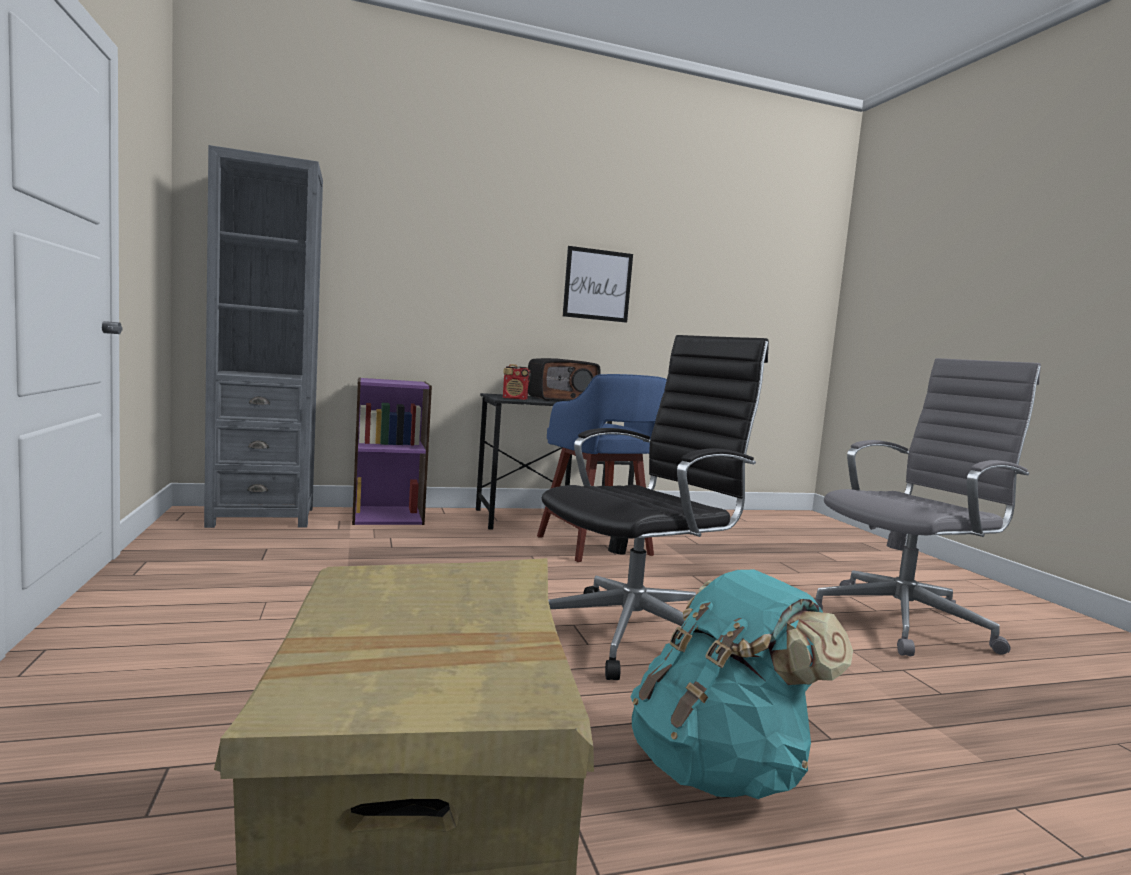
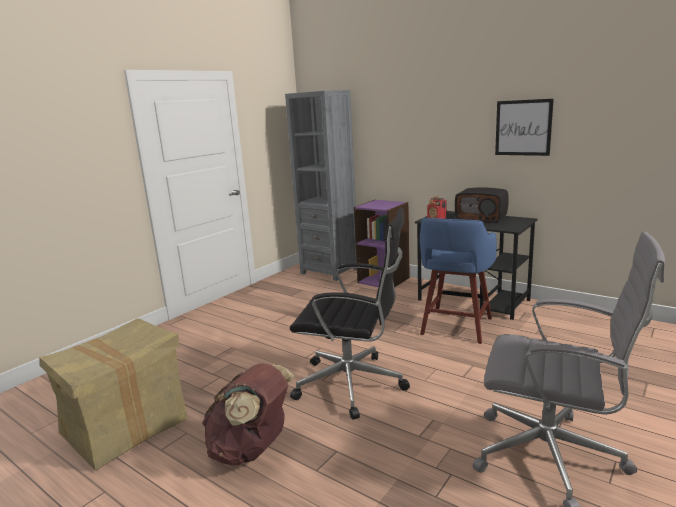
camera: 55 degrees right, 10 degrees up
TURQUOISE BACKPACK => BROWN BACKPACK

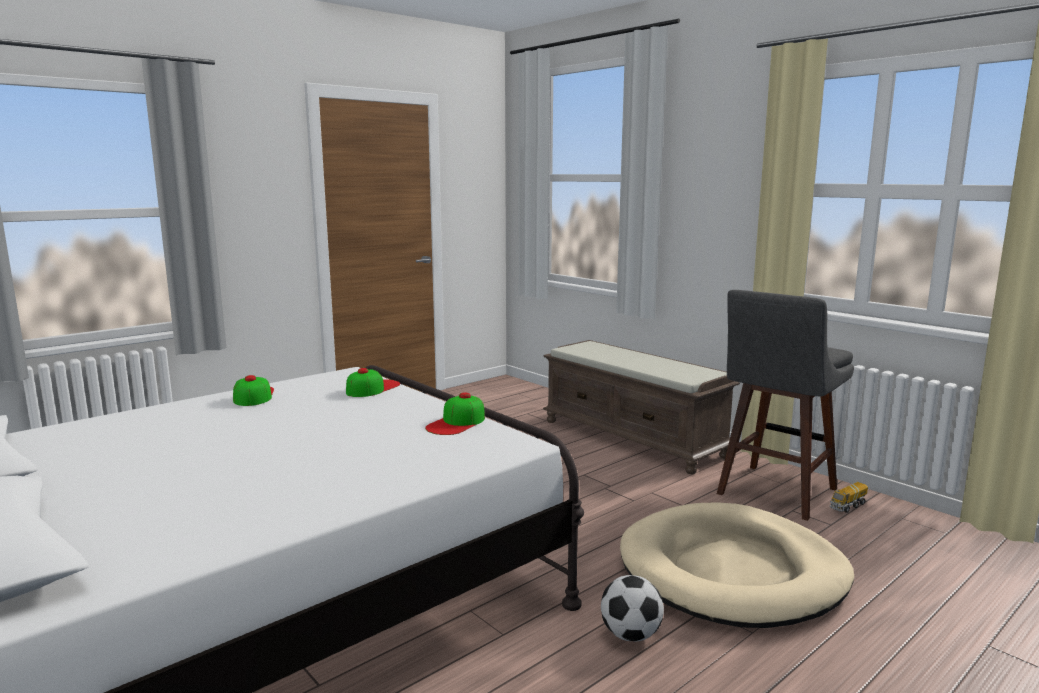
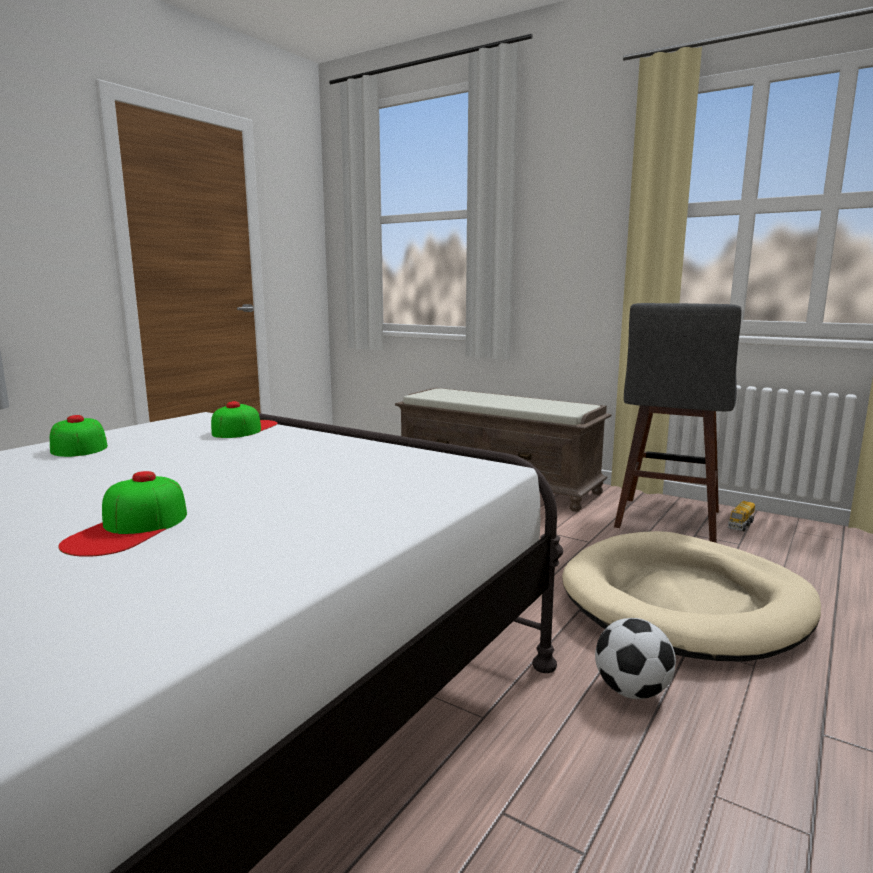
camera: 15 degrees left, 0 degrees up
CAP (3rd from left in the first image) => CAP (2nd from left), move

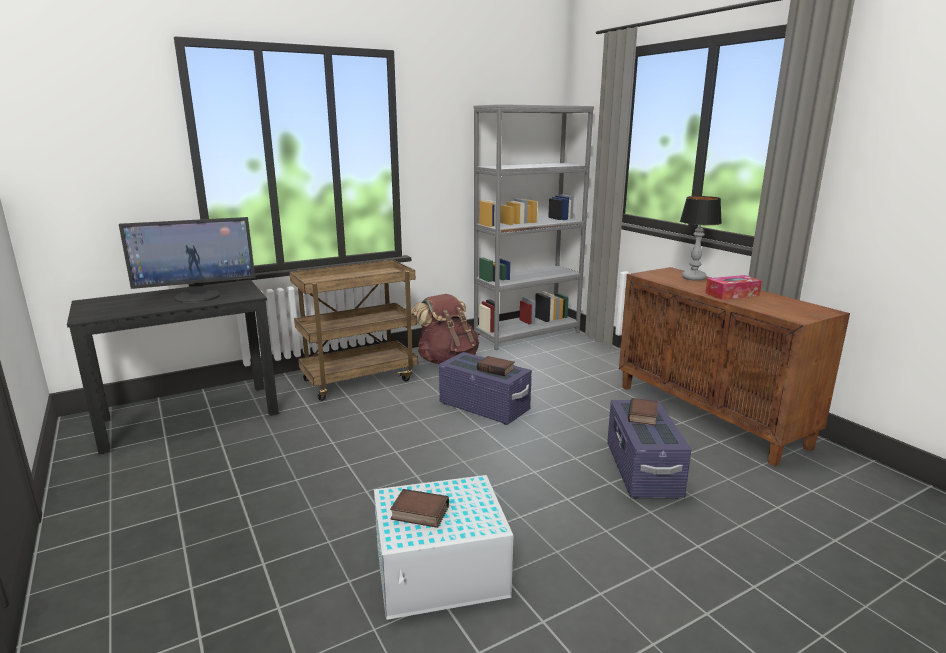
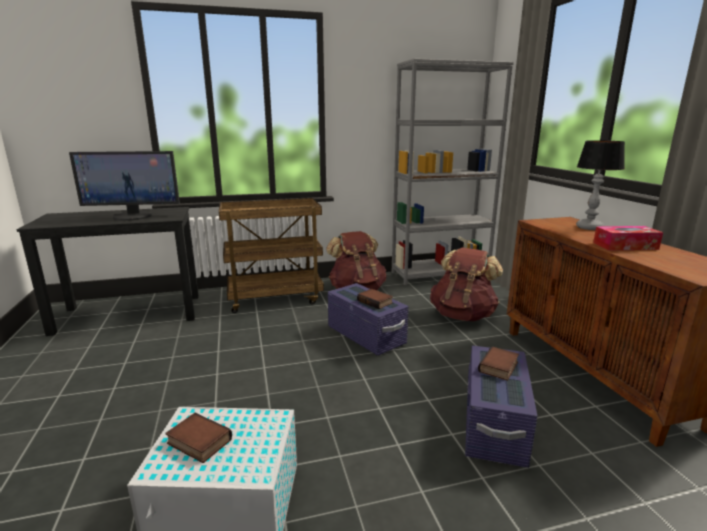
camera: 15 degrees right, 0 degrees up
nothing => BROWN BACKPACK (2nd from left)

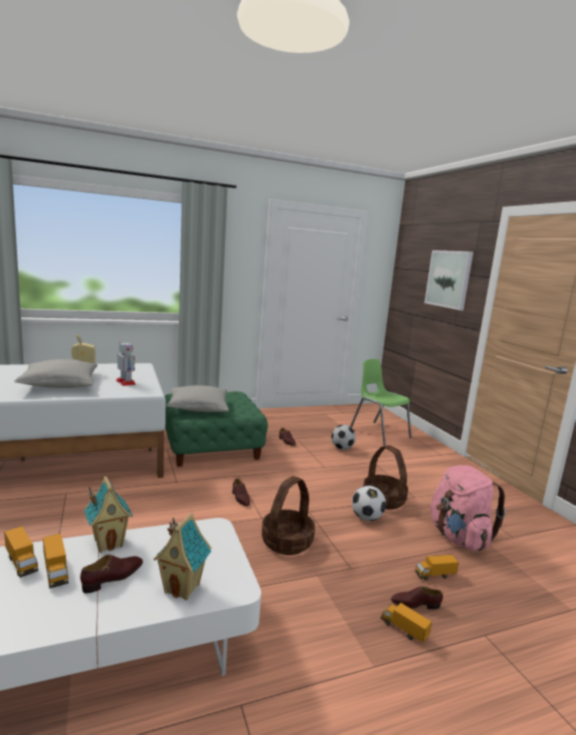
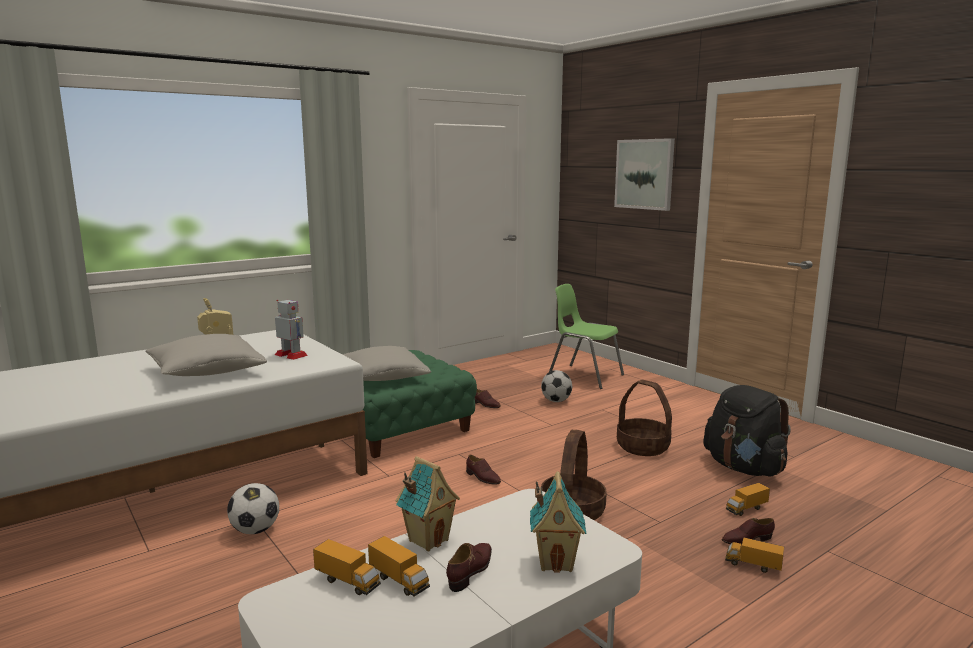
camera: 15 degrees left, 0 degrees up
FOOTBALL (2nd from left in the first image) => FOOTBALL (1st from left), move
PINK BACKPACK => BLACK BACKPACK

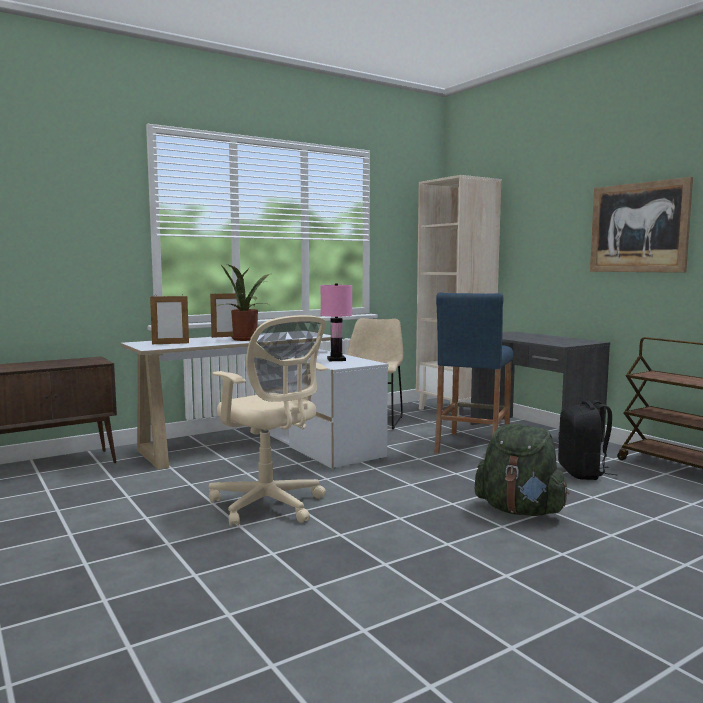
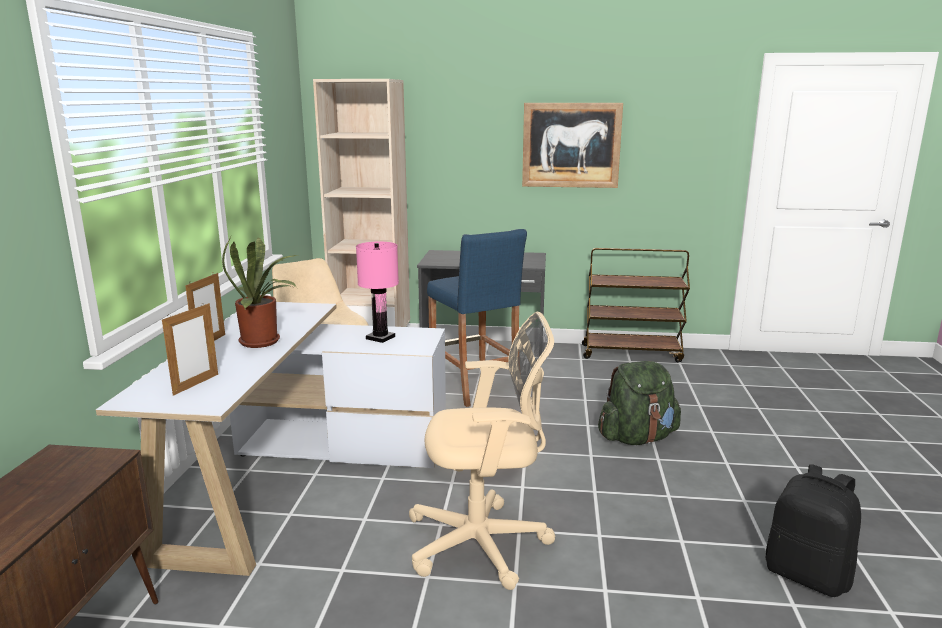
camera: 50 degrees left, 10 degrees up
BLACK BACKPACK, move

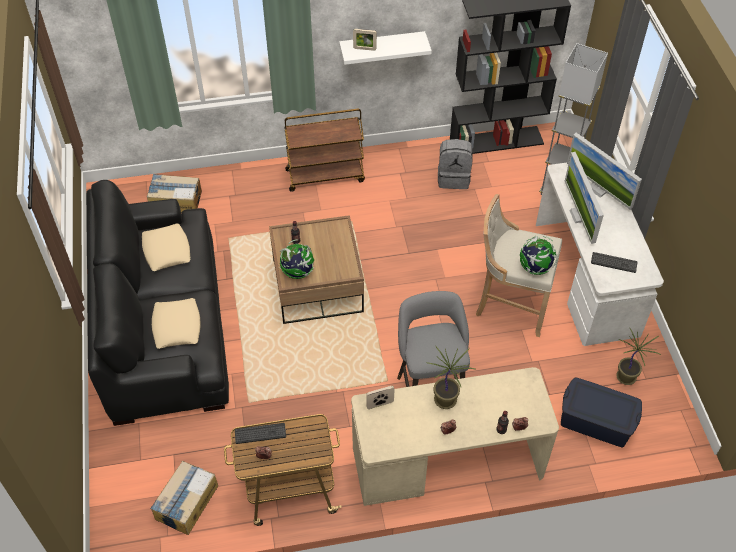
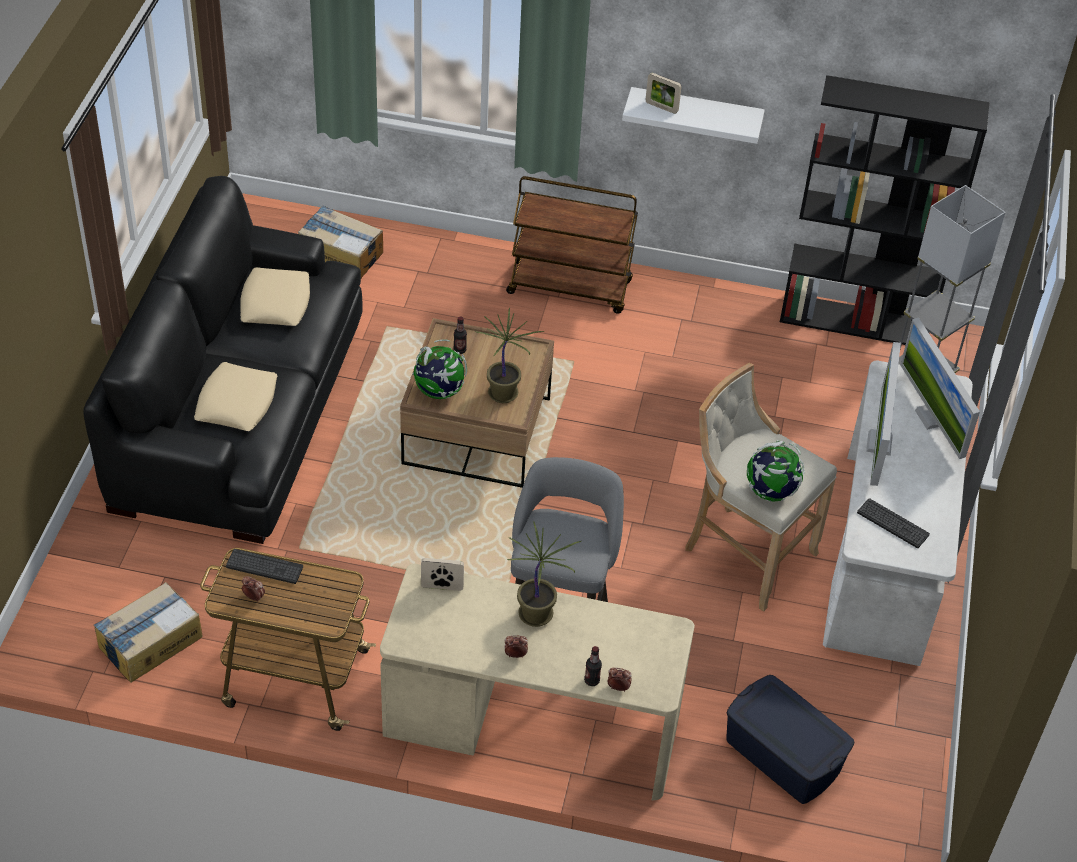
camera: 20 degrees right, 5 degrees down
POTTED PLANT (2nd from left in the first image) => POTTED PLANT (1st from left), move
GREY BACKPACK => nothing

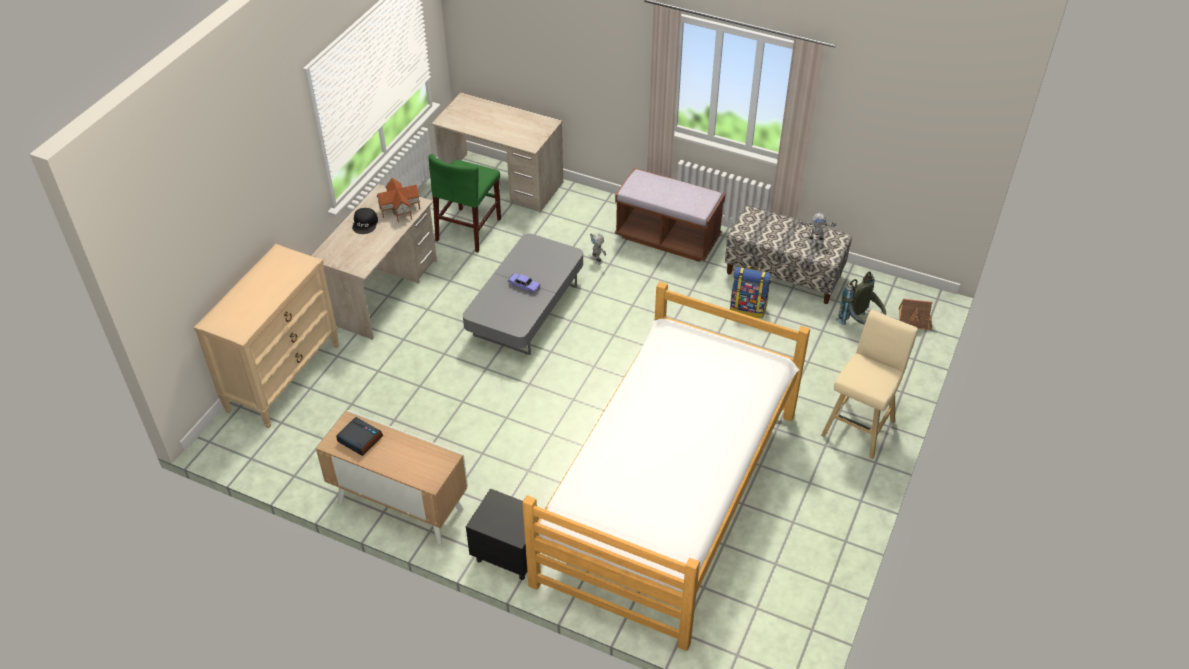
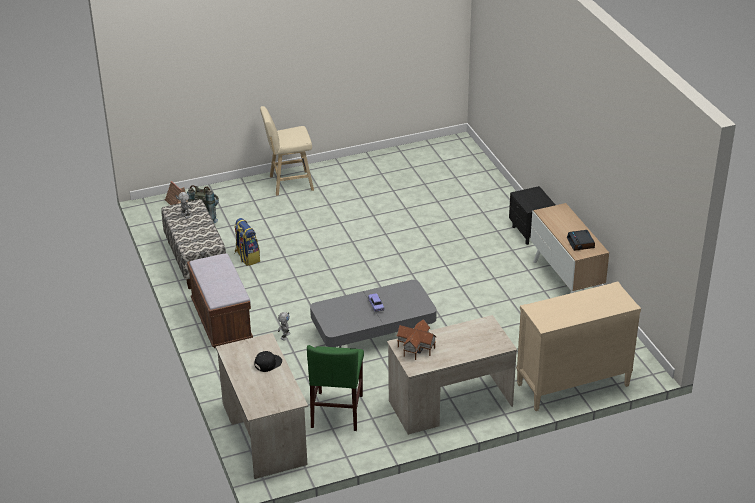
camera: 135 degrees left, 10 degrees down
BLACK CAP, move
GREEN CHAIR, 120 degrees clockwise
BED => nothing

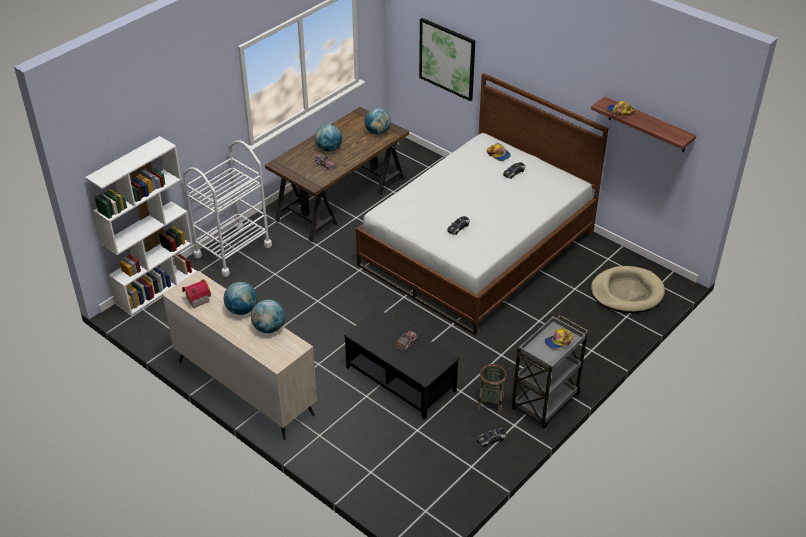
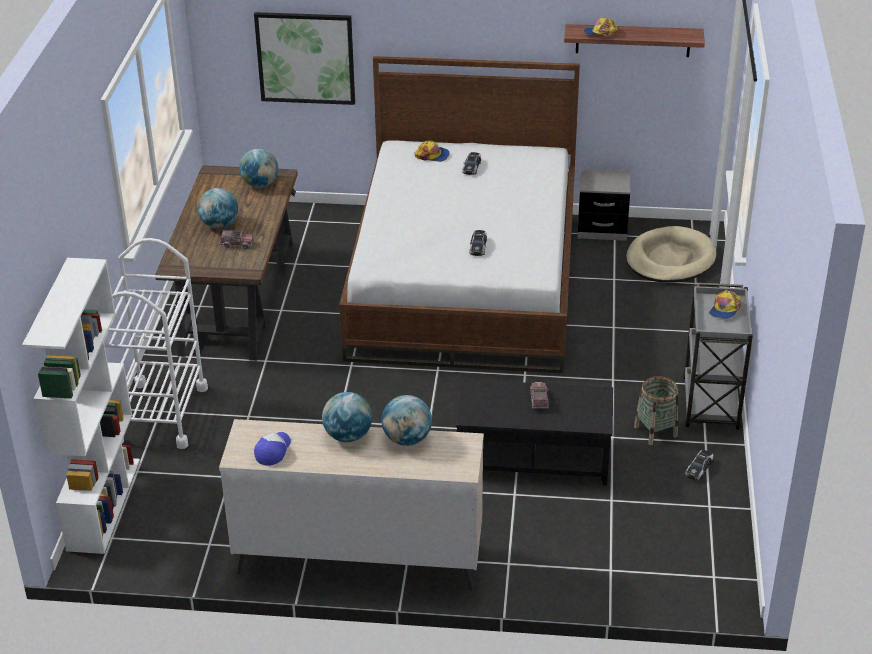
camera: 35 degrees left, 5 degrees down
TOY HOUSE => CAP (1st from left)
nothing => GREY NIGHTSTAND

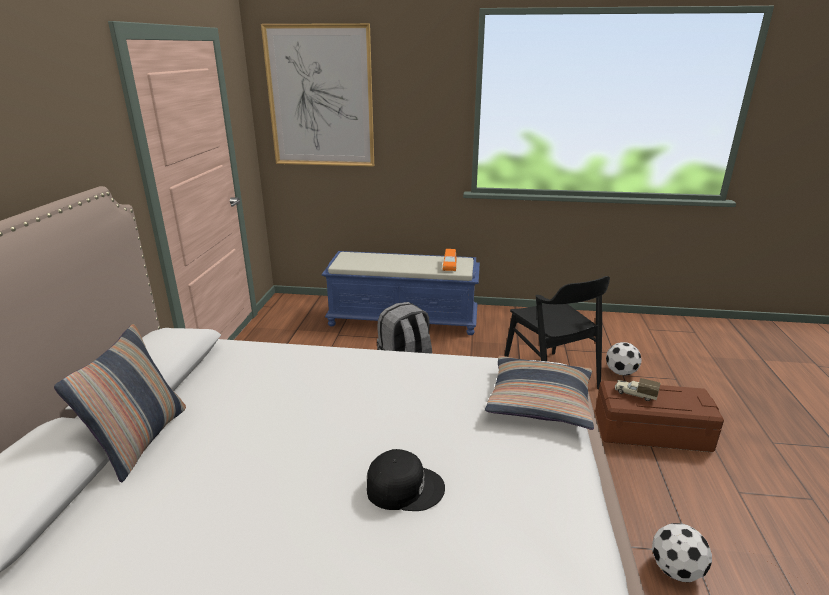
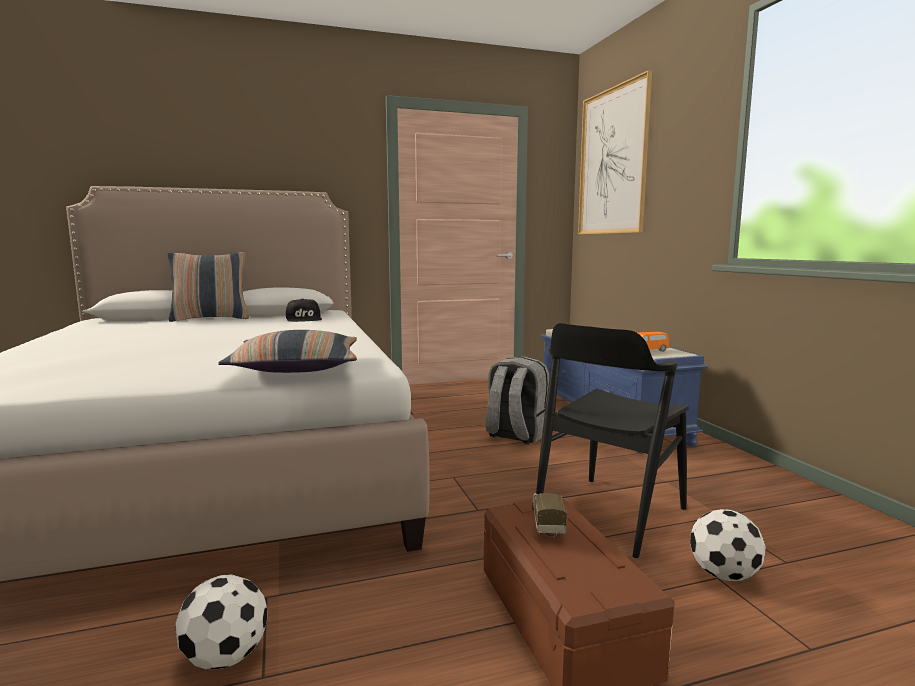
camera: 65 degrees right, 15 degrees down
BLACK CAP, move

